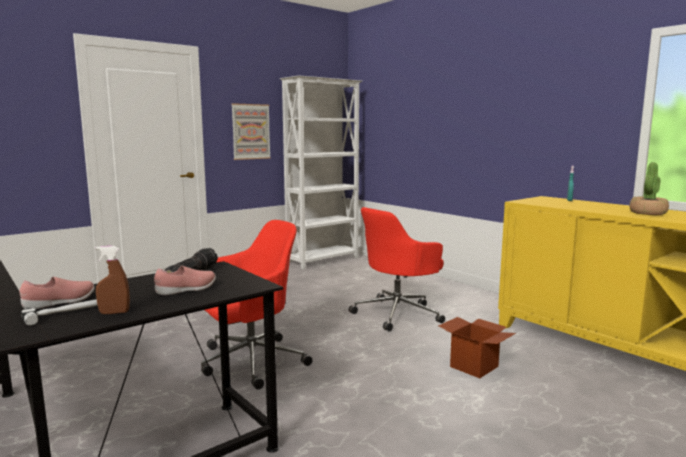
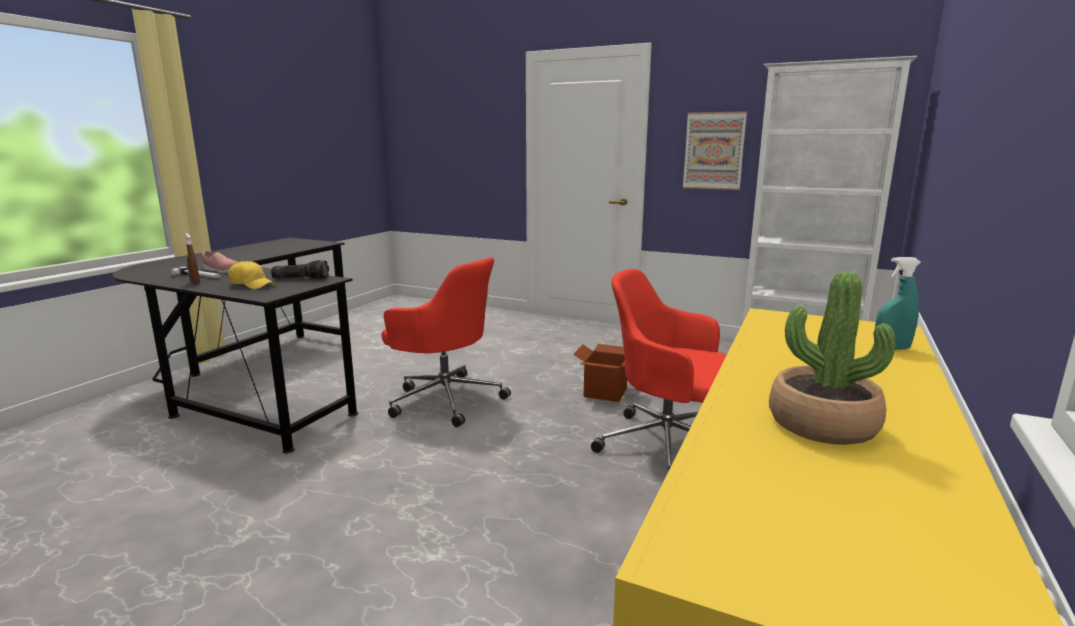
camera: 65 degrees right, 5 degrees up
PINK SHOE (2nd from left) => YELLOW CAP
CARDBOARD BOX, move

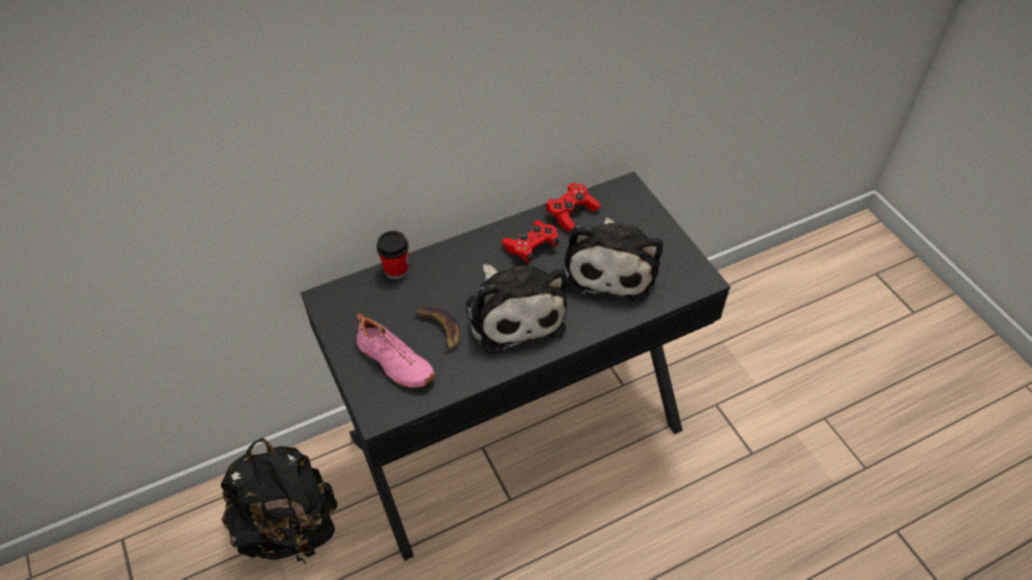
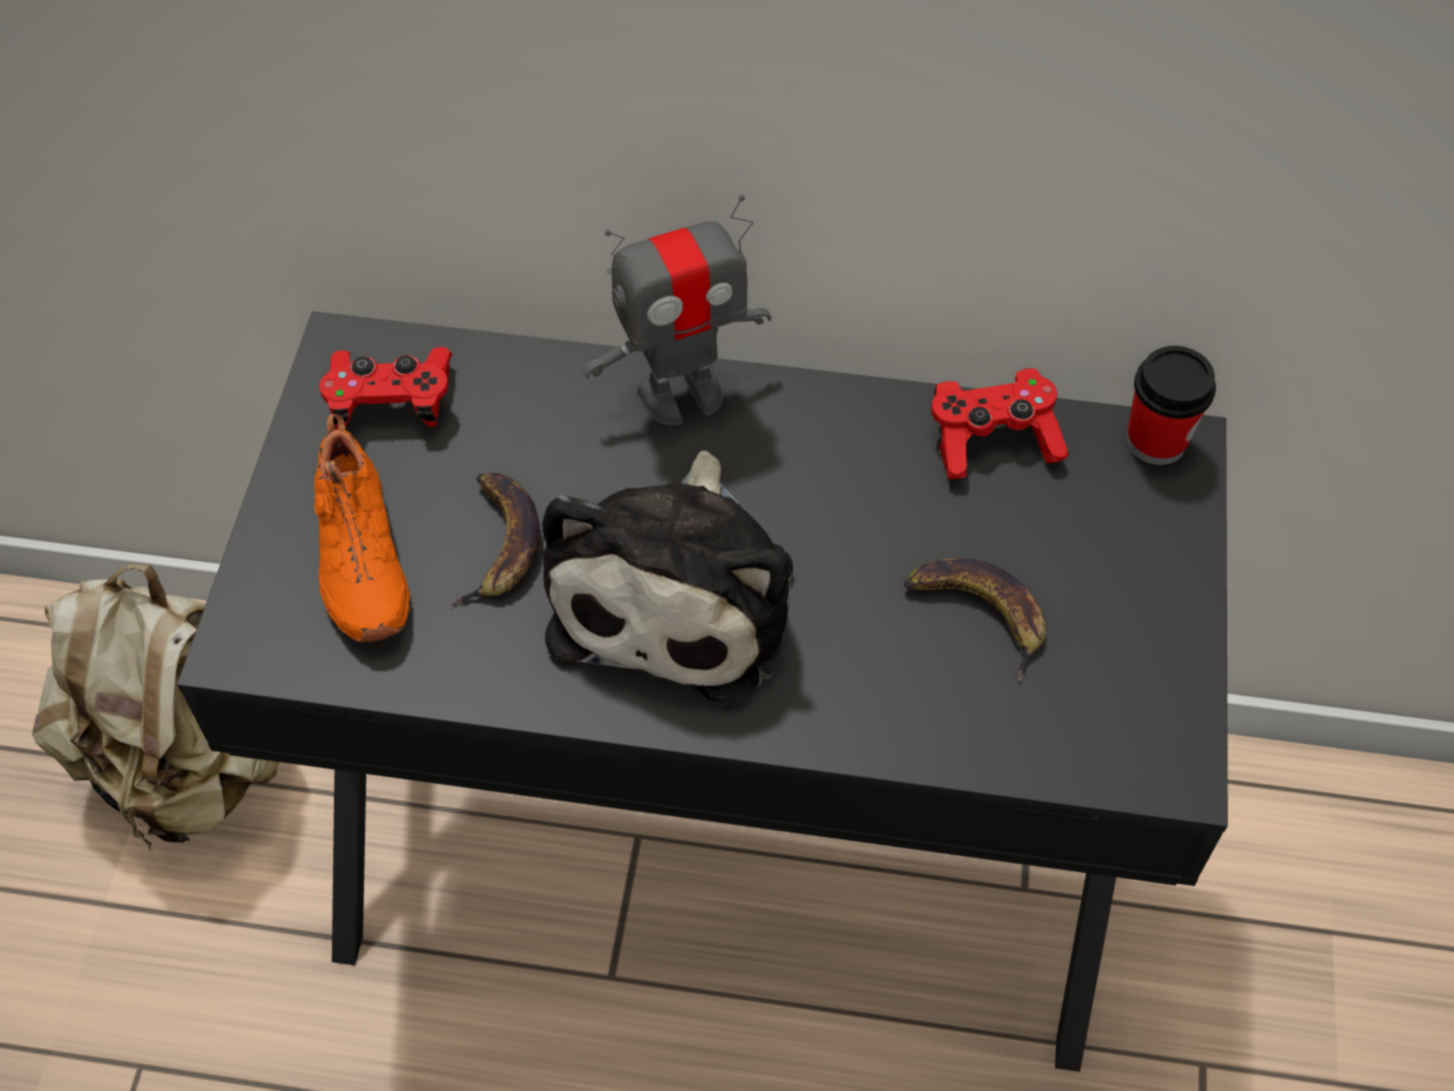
camera: 35 degrees right, 5 degrees up
BLACK BACKPACK => BEIGE BACKPACK
PINK SHOE => ORANGE SHOE
RED GAME CONTROLLER (1st from left), move
nothing => TOY ROBOT
PLUSH TOY (2nd from left) => BANANA (2nd from left)
CUP, move

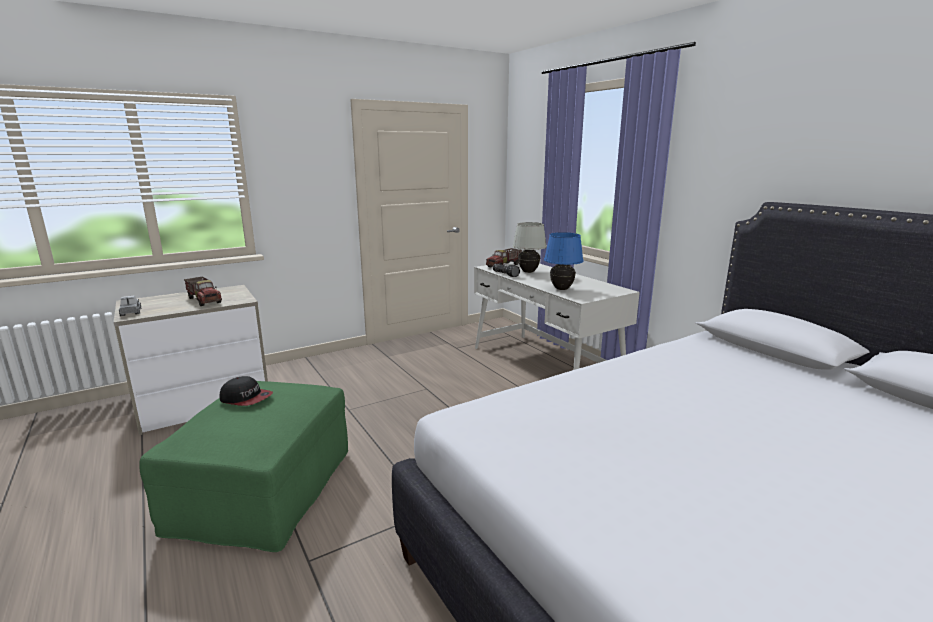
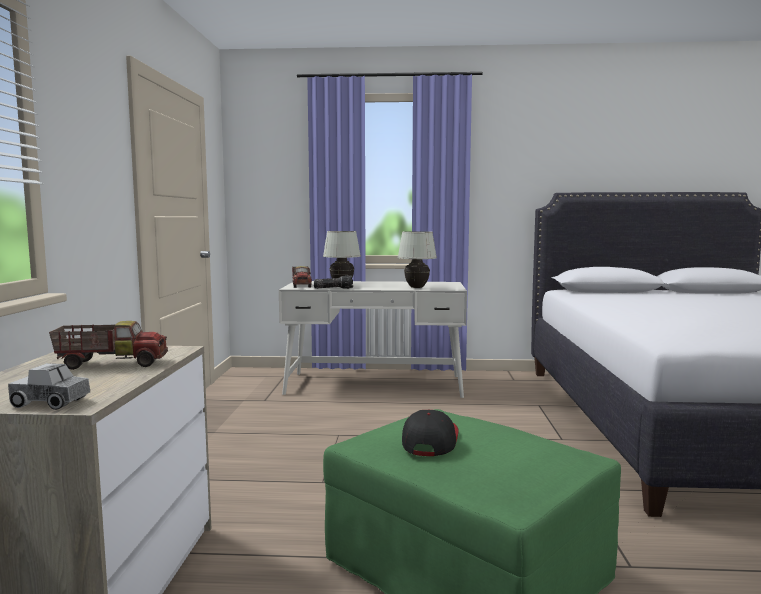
camera: 55 degrees left, 10 degrees down
BLUE TABLE LAMP => WHITE TABLE LAMP (2nd from left)
CAP, 45 degrees counterclockwise

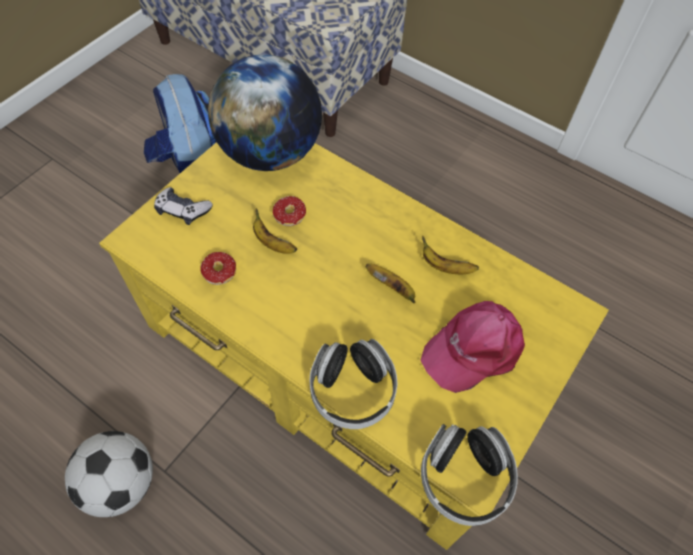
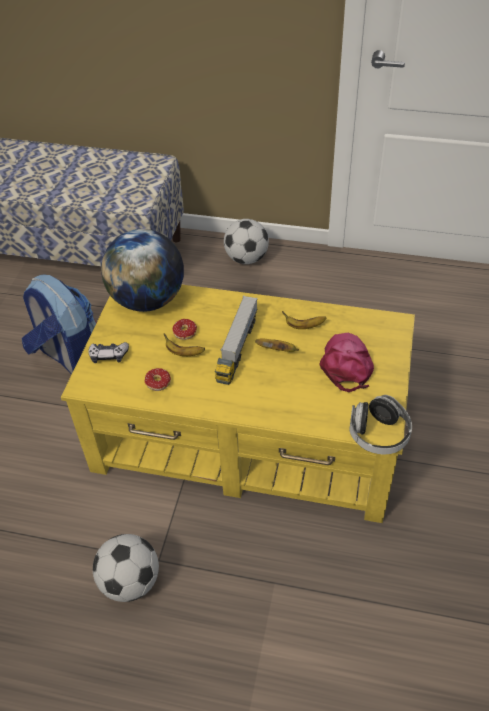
camera: 20 degrees left, 10 degrees down
nothing => TOY TRUCK
nothing => FOOTBALL (2nd from left)
PINK CAP, 150 degrees clockwise
HEADPHONES (1st from left) => nothing

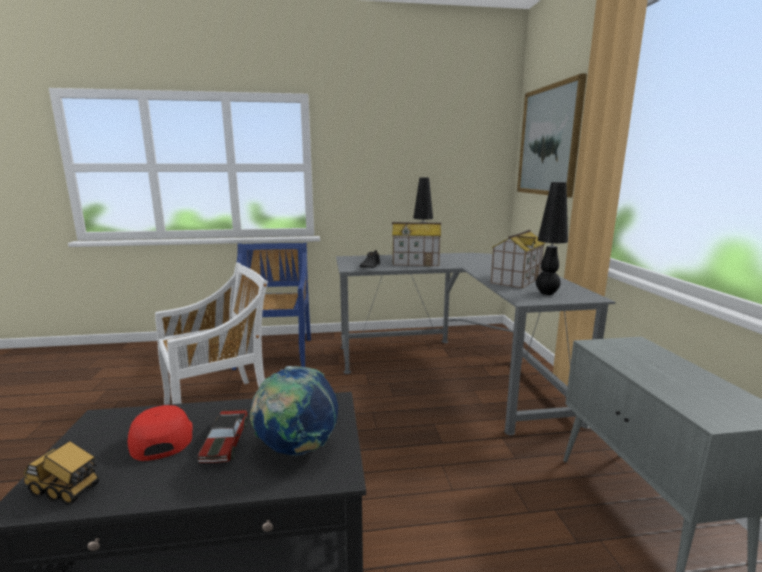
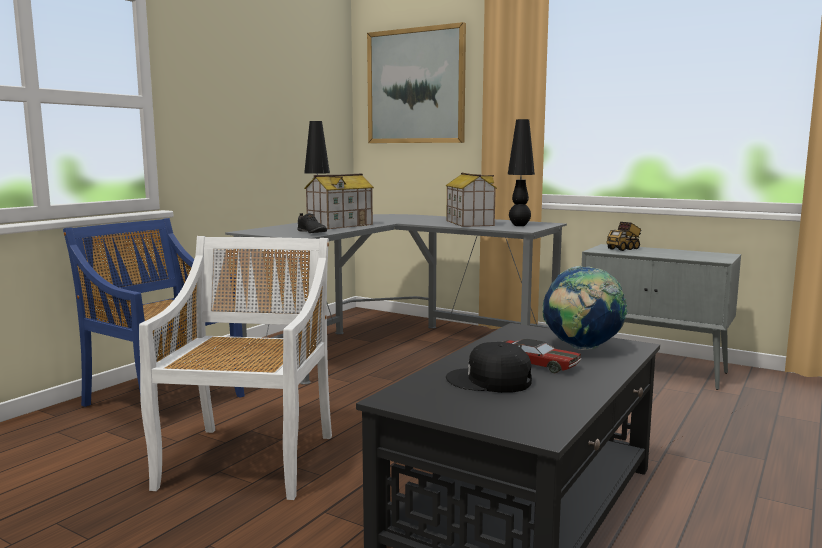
camera: 50 degrees left, 5 degrees down
RED CAP => BLACK CAP
TOY TRUCK, move

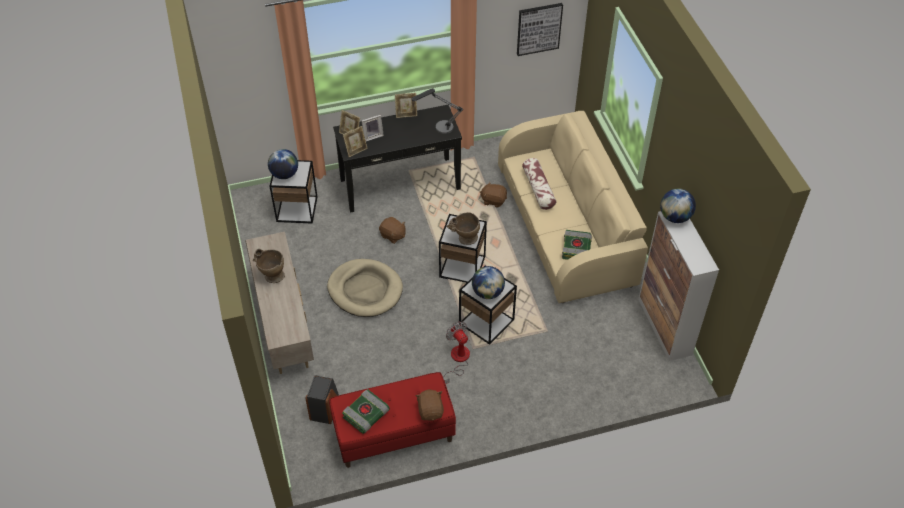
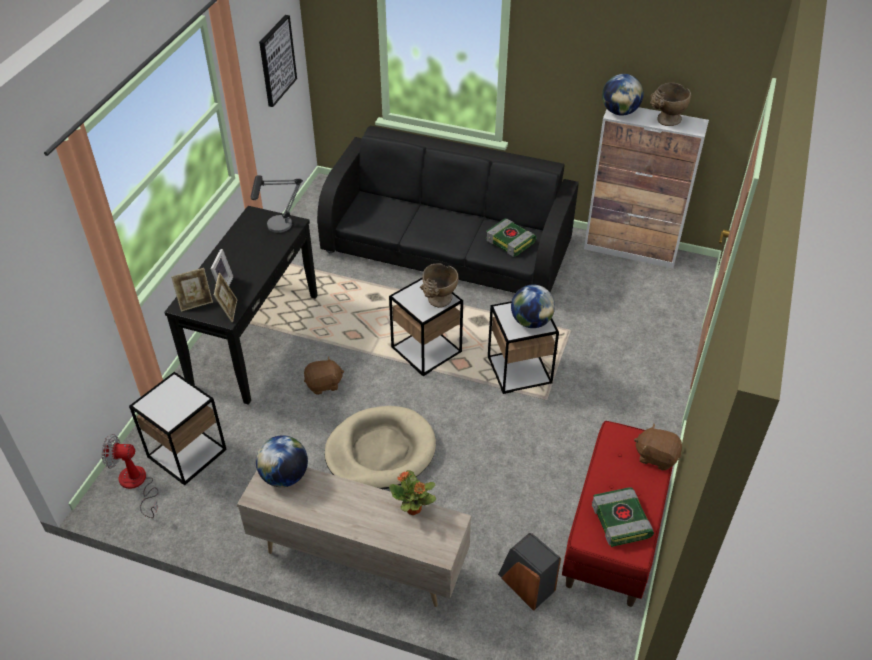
camera: 55 degrees left, 5 degrees down
FAN, move
GLOBE (1st from left), move
BEIGE SOFA => BLACK SOFA
nothing => POTTED PLANT
BEIGE VASE (1st from left in the first image) => BEIGE VASE (2nd from left), move
PICTURE FRAME (4th from left) => nothing
BROWN PLUSH TOY (3rd from left) => nothing
PILLOW => nothing

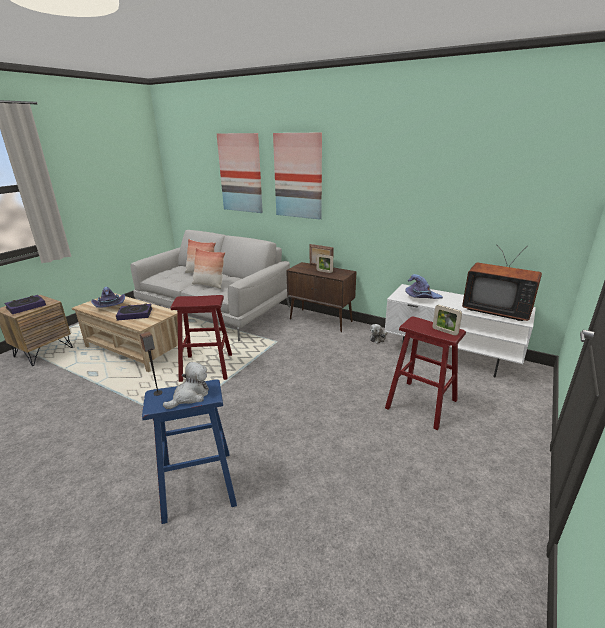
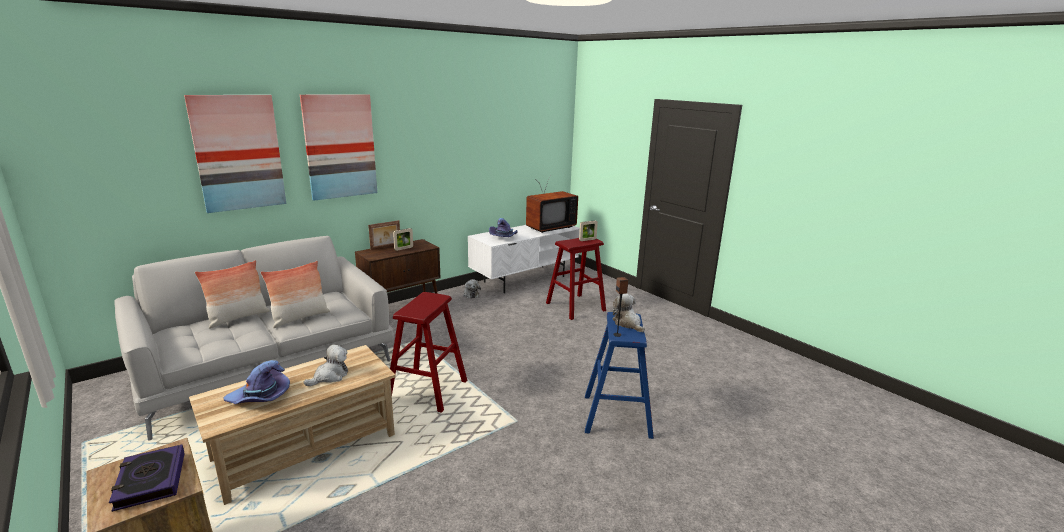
camera: 70 degrees left, 5 degrees down
BOOK (2nd from left) => PLUSH TOY (1st from left)

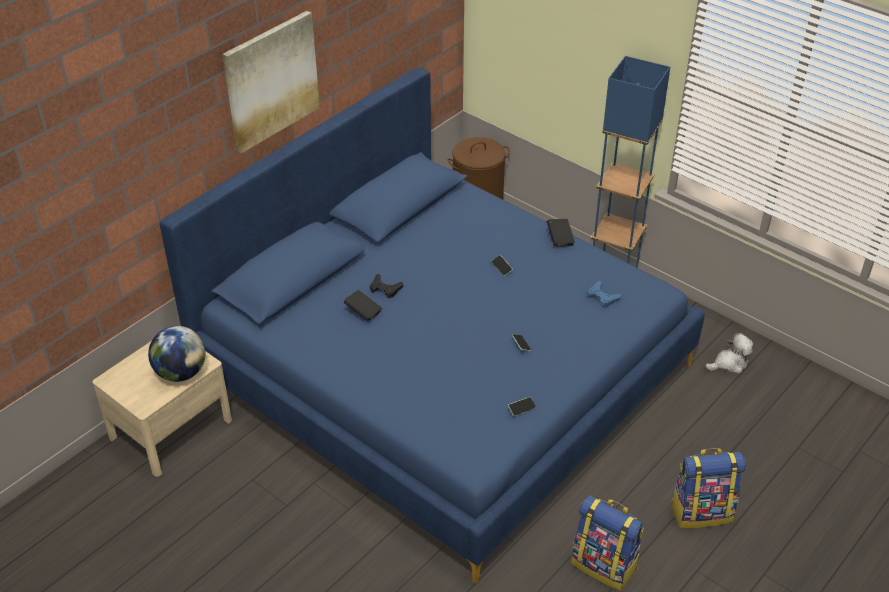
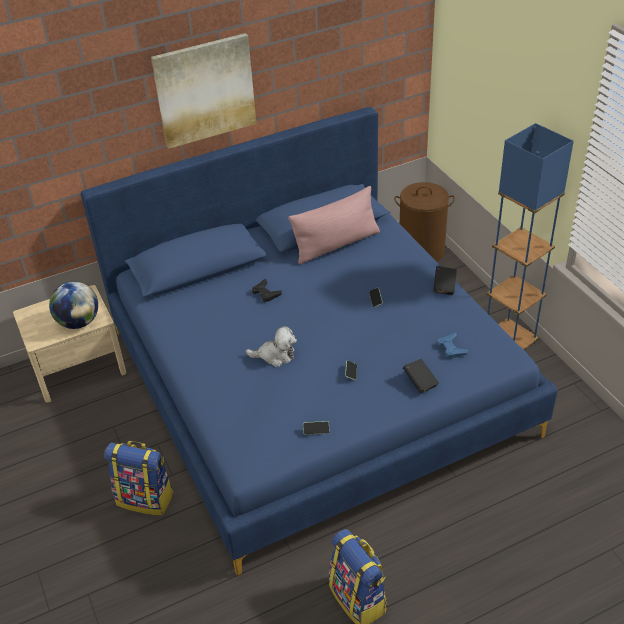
camera: 25 degrees right, 0 degrees up
BACKPACK (2nd from left in the first image) => BACKPACK (1st from left), move
PLUSH TOY, move
nothing => PINK PILLOW
BLACK BOOK (1st from left), move

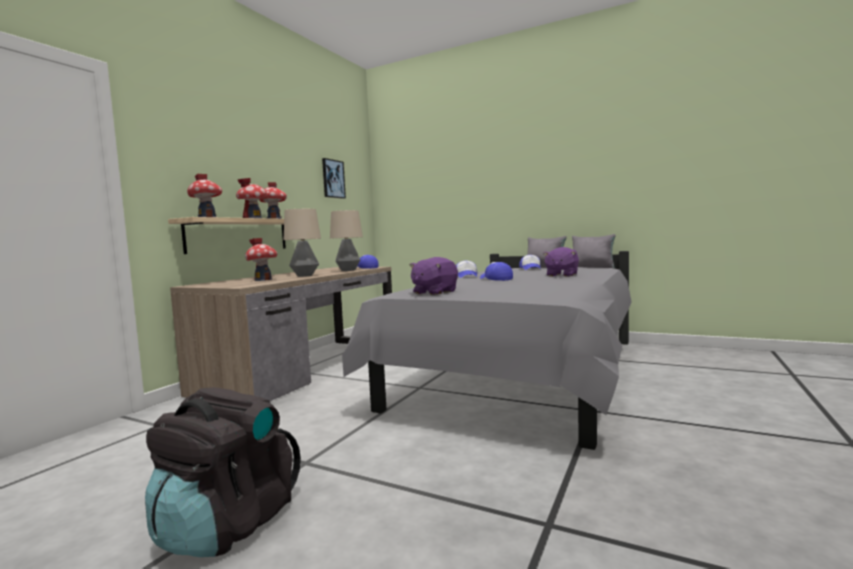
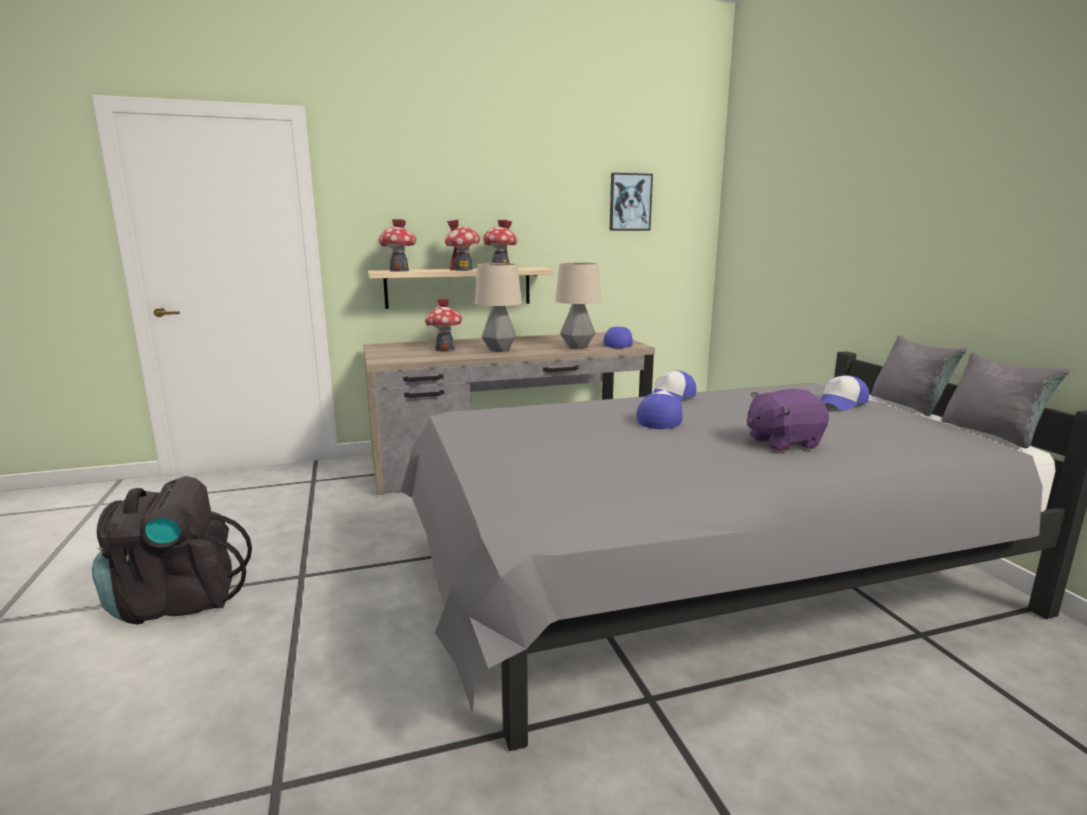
camera: 45 degrees right, 10 degrees up
PURPLE PLUSH TOY (1st from left) => nothing

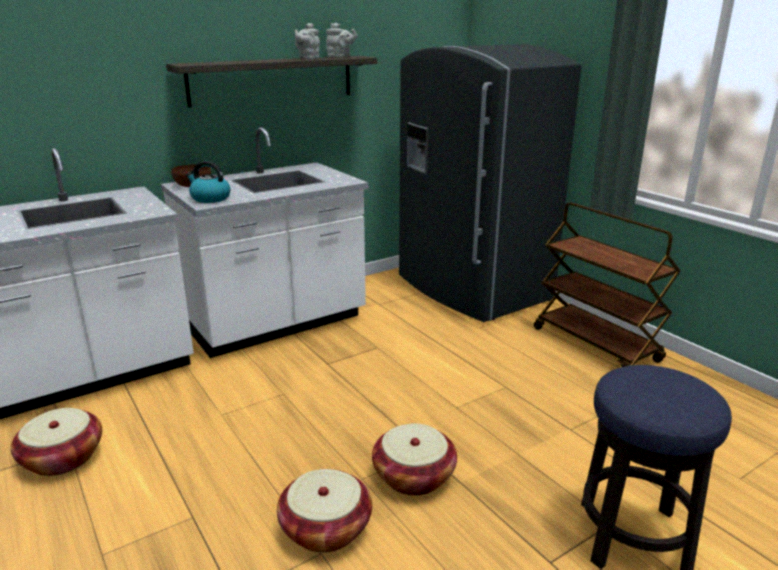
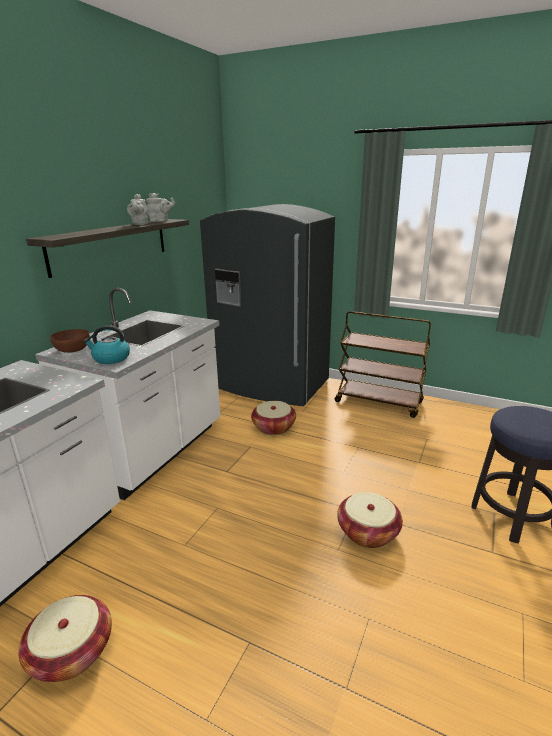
camera: 30 degrees left, 0 degrees up
BASKET (2nd from left), move

